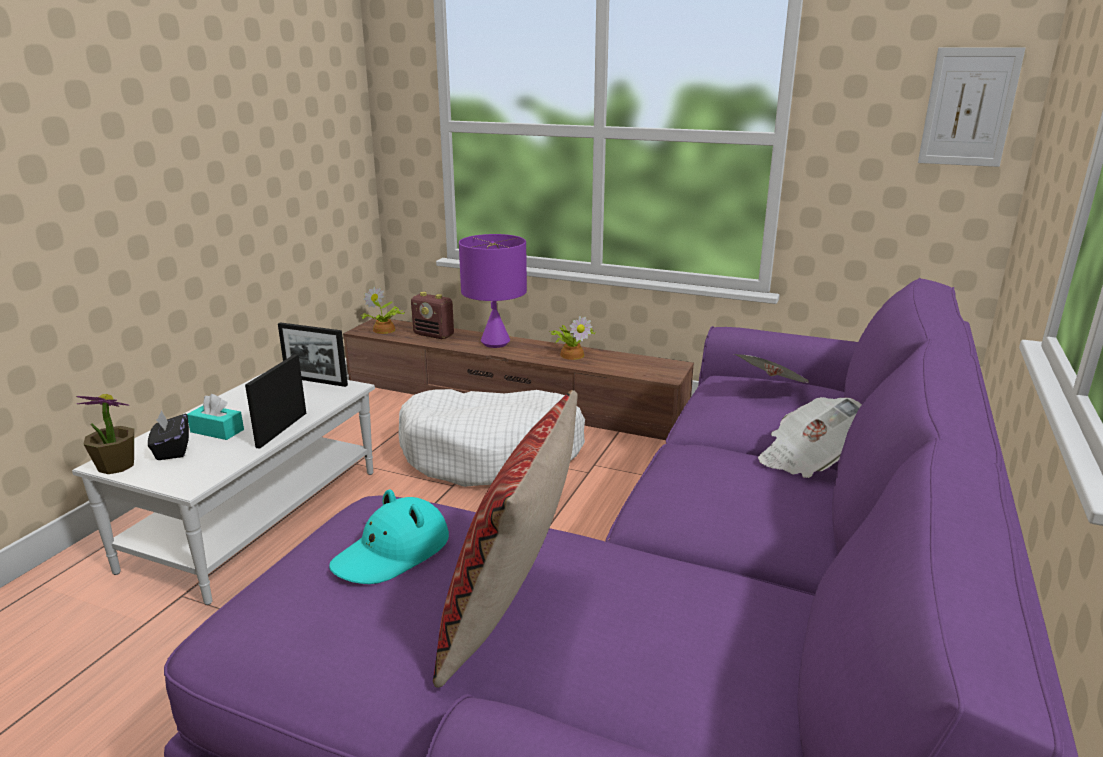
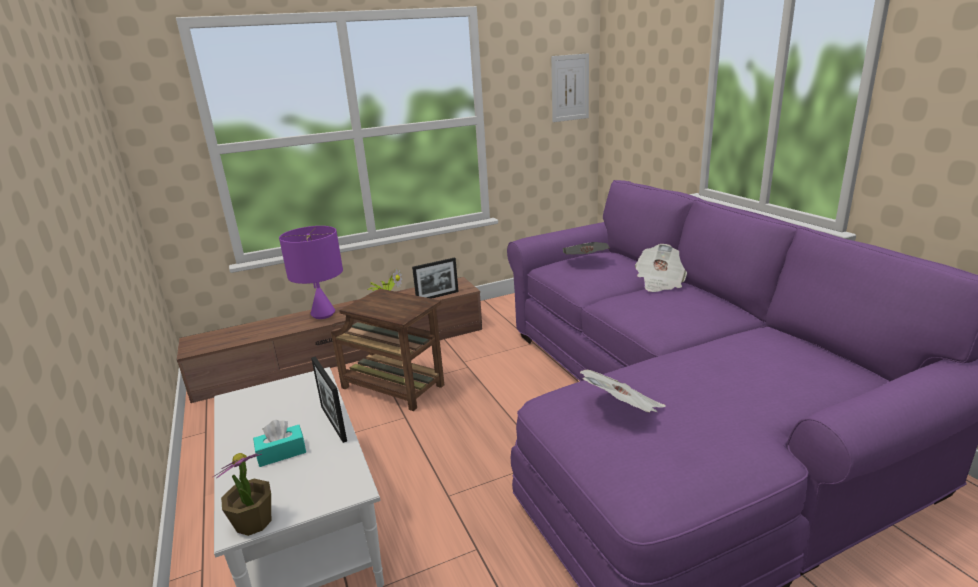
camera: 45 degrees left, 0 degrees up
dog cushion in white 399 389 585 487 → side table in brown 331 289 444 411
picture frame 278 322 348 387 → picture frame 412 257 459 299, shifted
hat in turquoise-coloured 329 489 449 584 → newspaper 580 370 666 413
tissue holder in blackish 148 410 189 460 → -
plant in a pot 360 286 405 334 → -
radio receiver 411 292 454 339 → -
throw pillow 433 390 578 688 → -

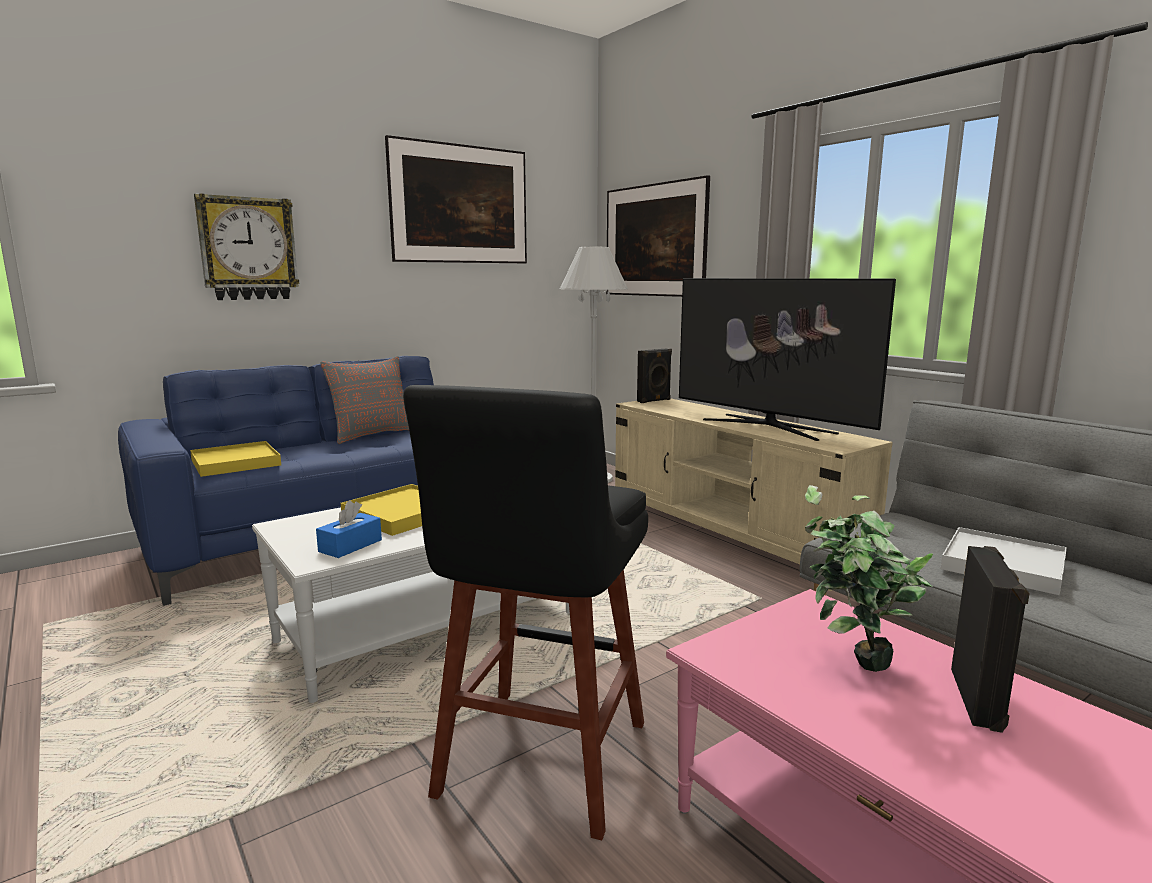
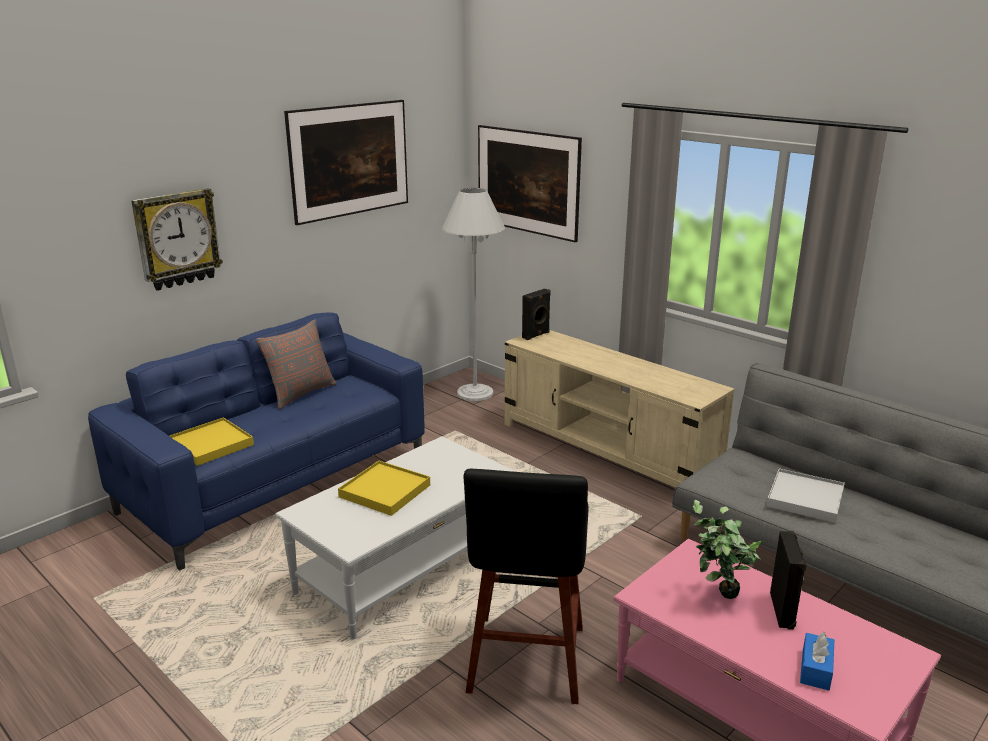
camera: 10 degrees left, 10 degrees up
tissue holder in blue-coloured 316 500 382 558 → tissue holder in blue-coloured 800 632 834 690, shifted
television 679 278 896 441 → -

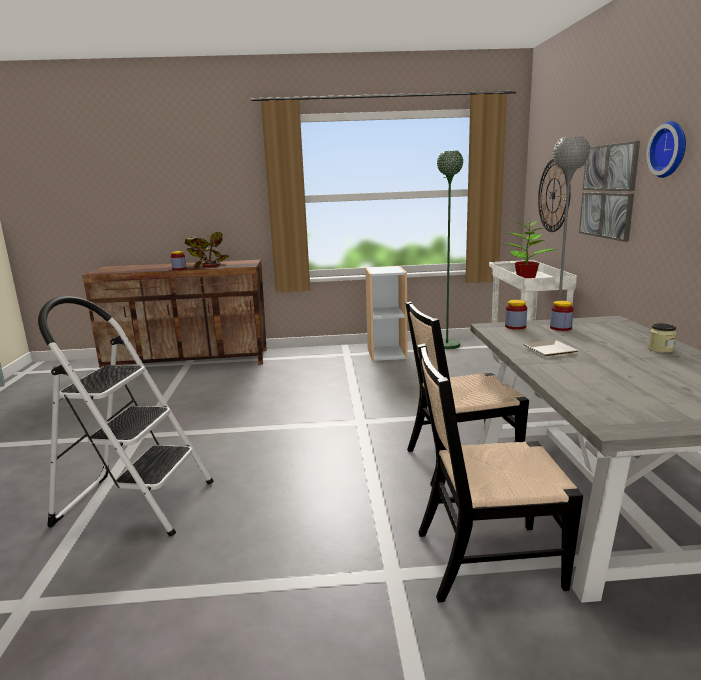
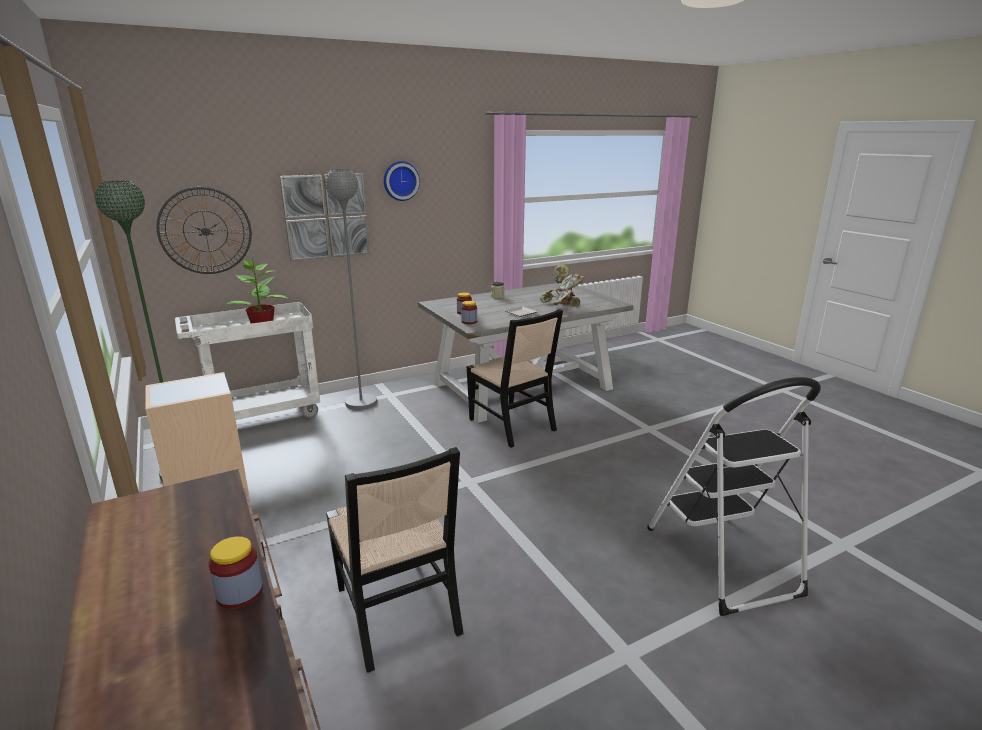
camera: 115 degrees left, 5 degrees up
upright chair 417 343 583 602 → upright chair 326 447 464 673, shifted
plant in a pot 184 232 229 268 → plant in a pot 540 264 585 307, shifted

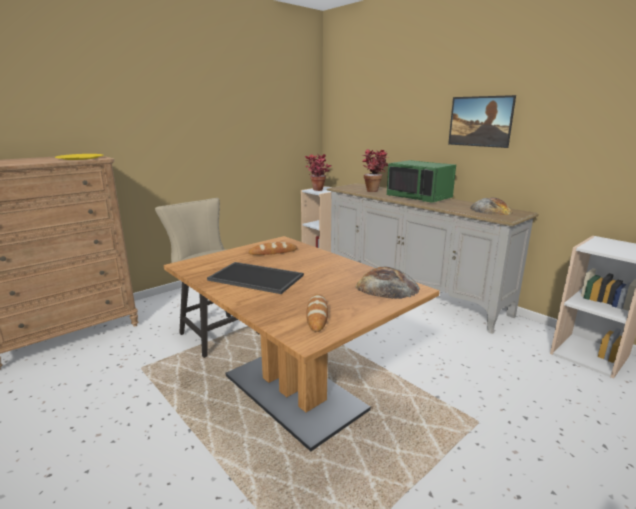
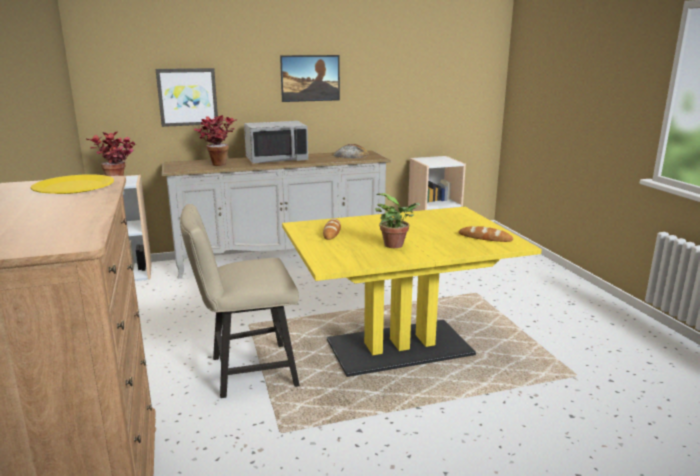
camera: 65 degrees left, 0 degrees up
- → wall art 156 68 218 127
kitchen microwave in greenish 387 160 456 203 → kitchen microwave in greyish 244 121 308 163
dinner table in brown 164 236 440 452 → dinner table in yellow 282 207 542 377
tray 207 262 304 294 → plant in a pot 375 193 420 248
baked bread 356 267 420 299 → -

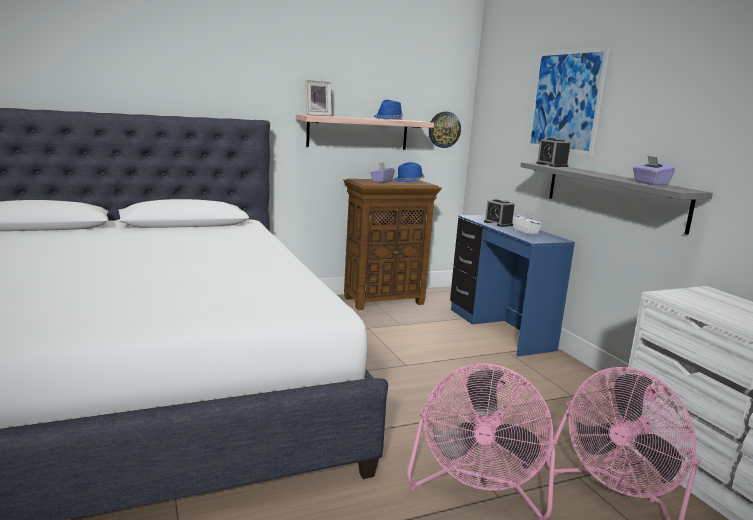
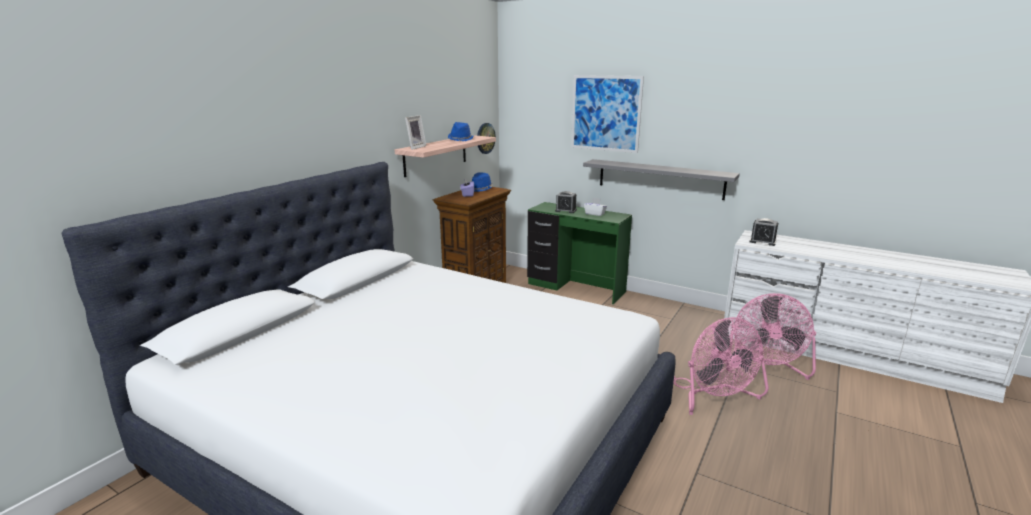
camera: 35 degrees left, 5 degrees up
desk table in blue-coloured 450 215 575 357 → desk table in greenish 527 202 632 304
bedside clock 536 138 571 167 → bedside clock 750 218 778 246, shifted
tissue holder in purple 633 156 675 186 → -

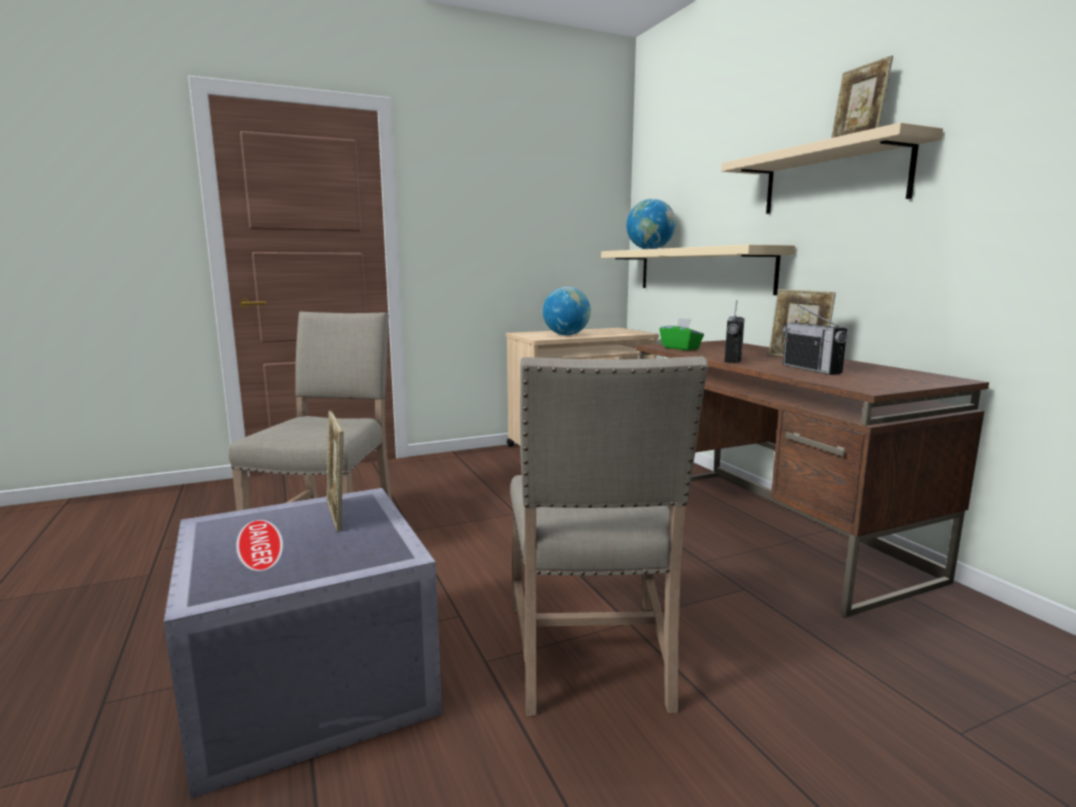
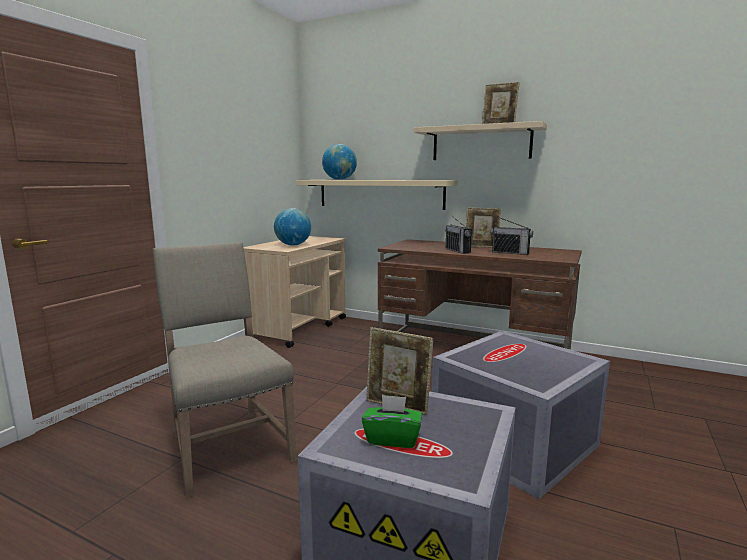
camera: 40 degrees left, 0 degrees up
tissue holder in greenish 660 318 704 350 → tissue holder in greenish 362 395 422 448, shifted
upright chair in sand-coloured 510 356 708 716 → storage container in greyish 432 331 610 499

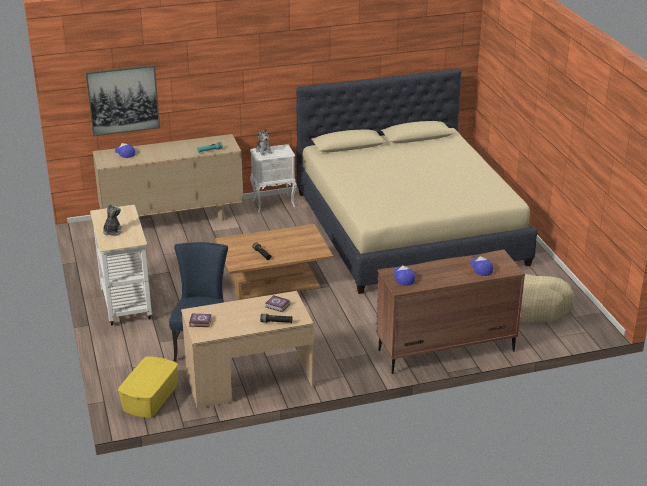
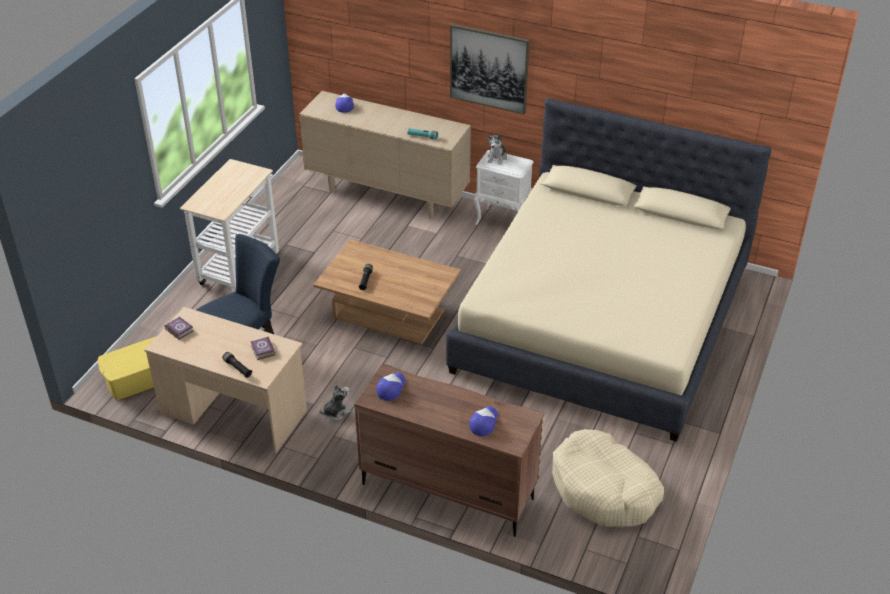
camera: 40 degrees right, 10 degrees up
cuddly toy 103 204 123 236 → cuddly toy 320 384 351 420, shifted
wall art 86 65 160 136 → wall art 450 24 530 114, shifted

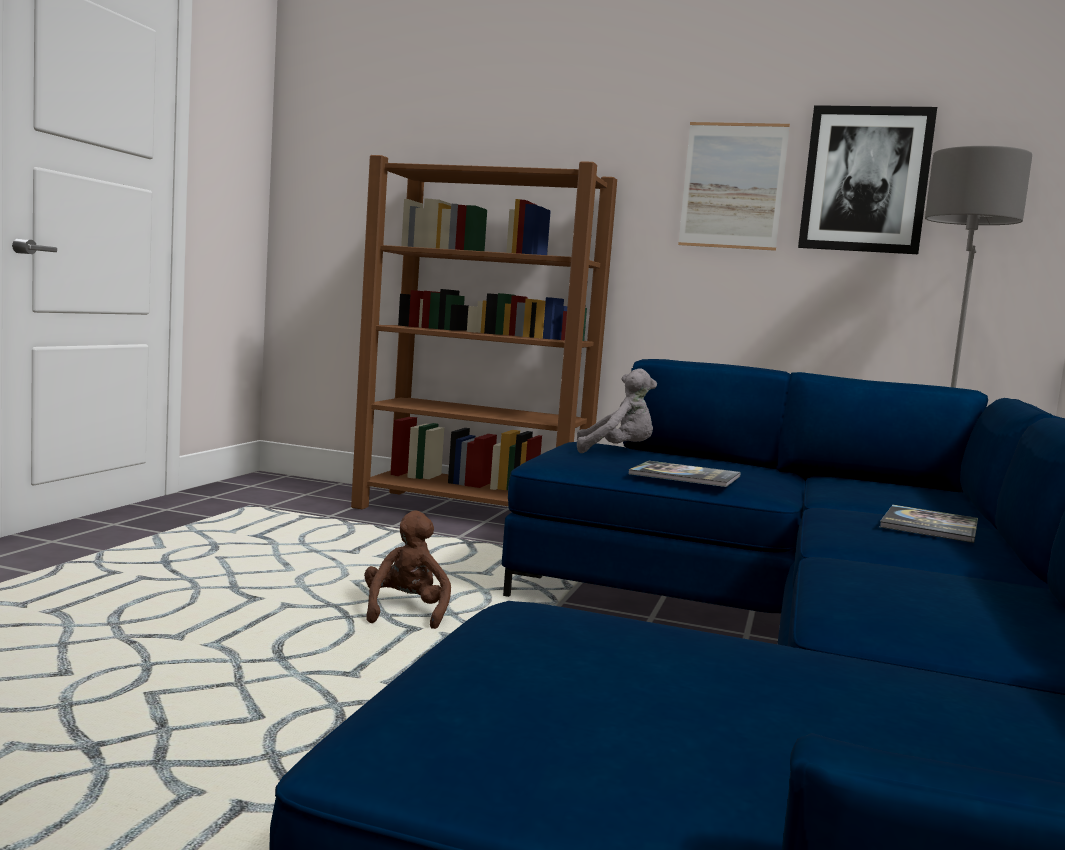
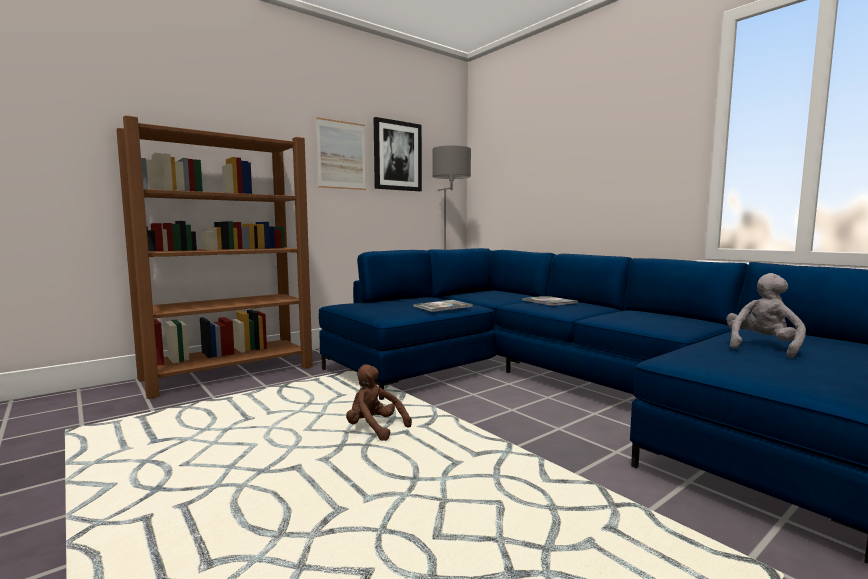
camera: 55 degrees left, 0 degrees up
cuddly toy in greyish 577 368 657 453 → cuddly toy in greyish 726 273 806 359, shifted

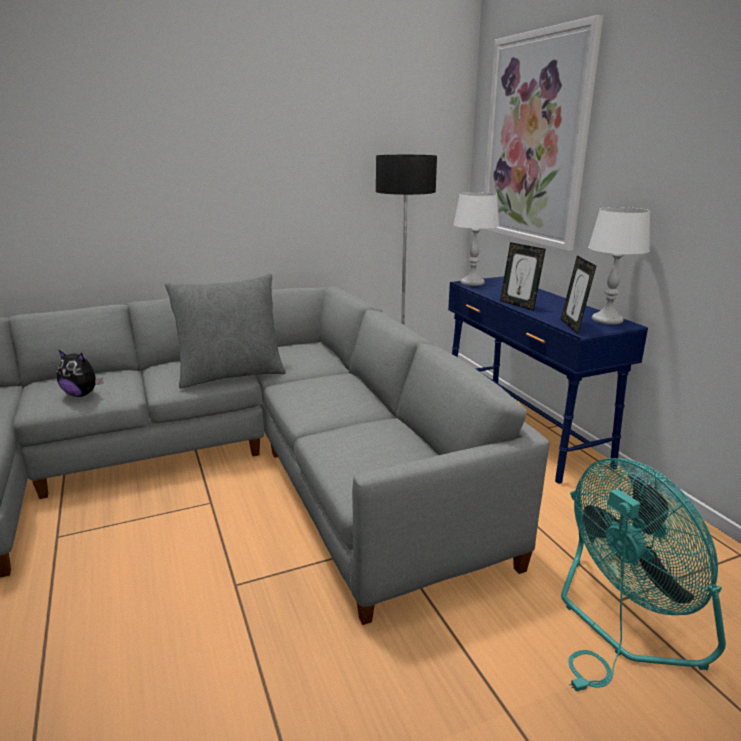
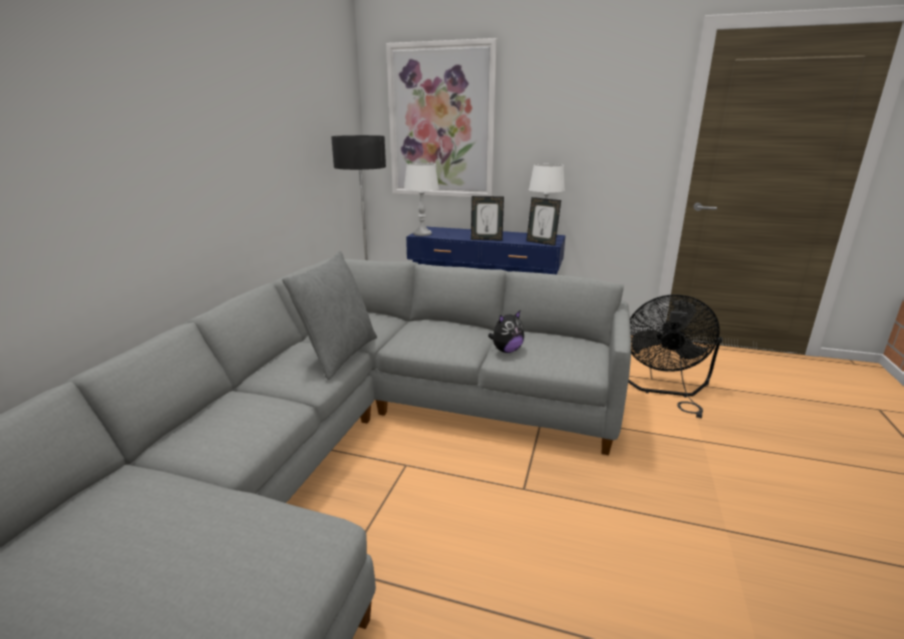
camera: 50 degrees left, 0 degrees up
cuddly toy 57 350 103 397 → cuddly toy 488 311 524 353, shifted
cooling fan in turquoise-coloured 561 458 726 691 → cooling fan in blackish 628 295 723 418

